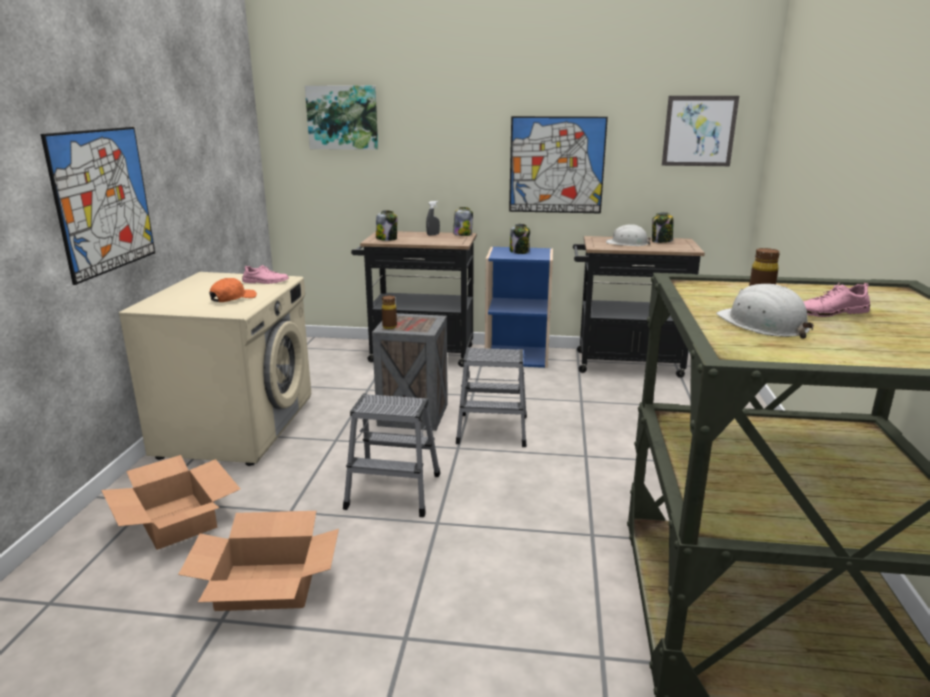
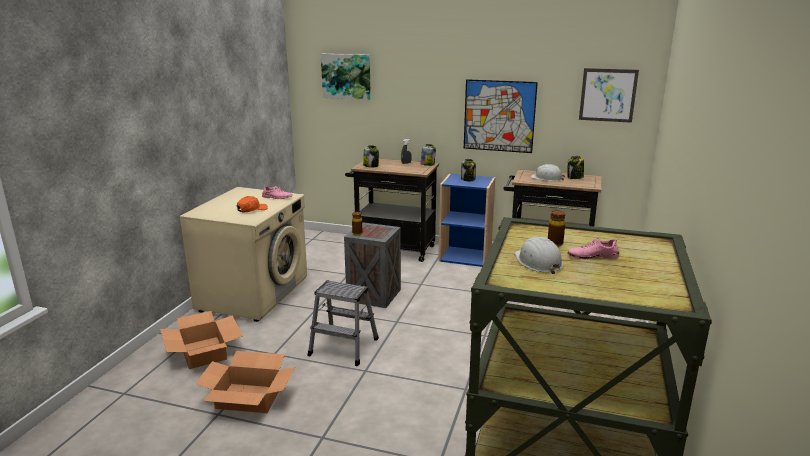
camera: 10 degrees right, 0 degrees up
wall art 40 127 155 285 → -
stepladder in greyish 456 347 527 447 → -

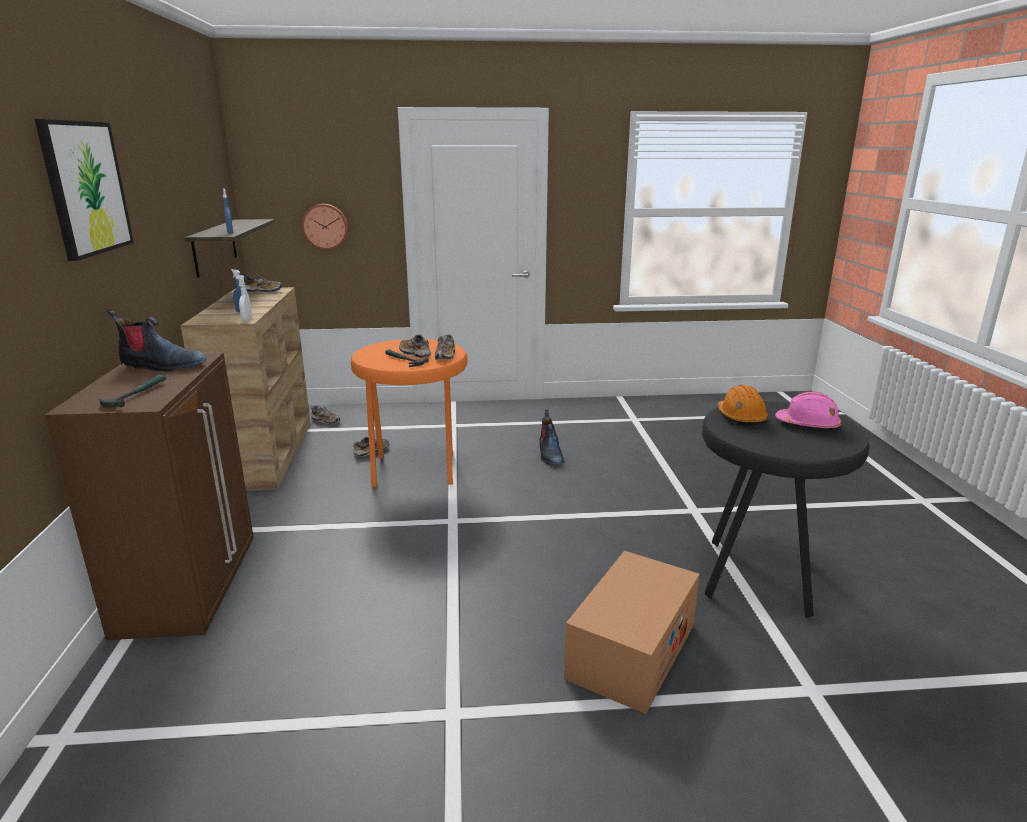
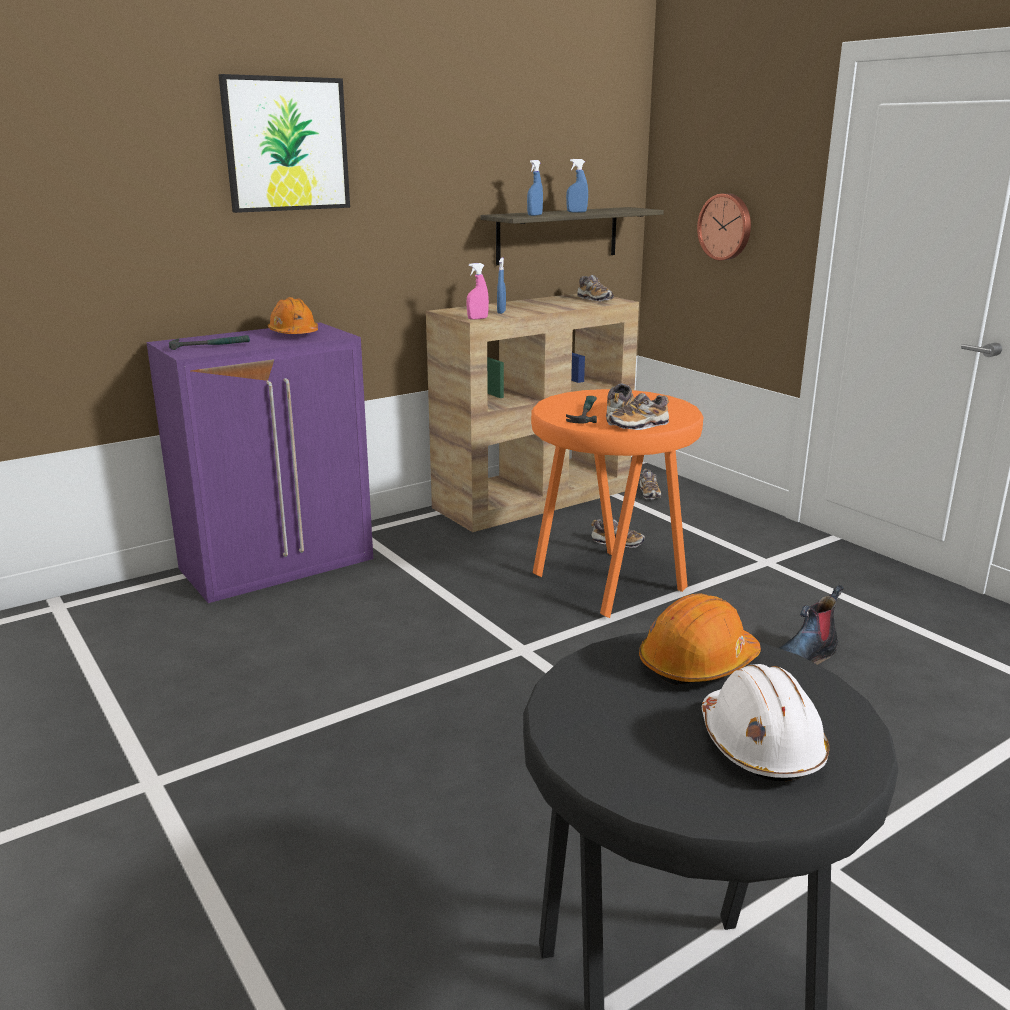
camera: 60 degrees right, 0 degrees up
storage cabinet in brown 45 352 254 640 → storage cabinet in purple 146 322 373 603
high-top boot 107 309 206 372 → work helmet in orange-coloured 268 297 318 334
sprayer in white 237 275 252 322 → sprayer in pinkish 467 263 489 320
- → sprayer in blue-coloured 566 159 588 213
work helmet in pinkish 775 391 842 431 → work helmet in white 702 664 829 781
carton 564 551 700 714 → -

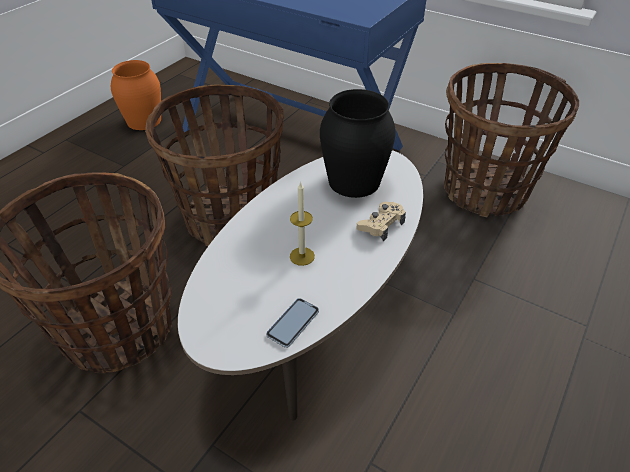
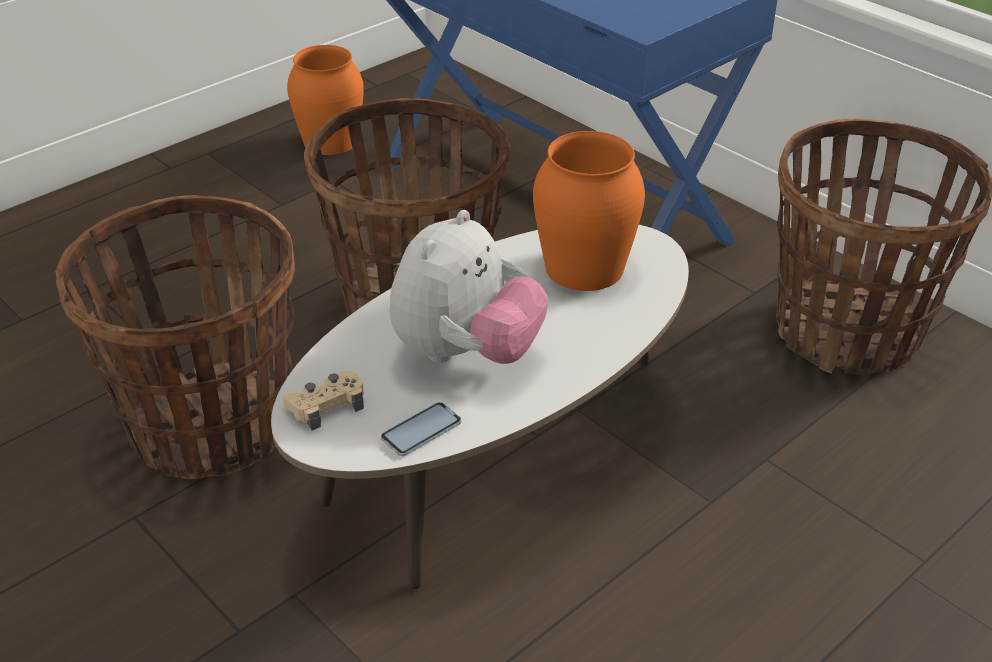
camera: 15 degrees right, 5 degrees down
joypad in sand-coloured 356 202 406 241 → joypad in sand-coloured 283 371 364 430, shifted
wax candle 290 182 315 266 → cuddly toy 390 210 548 364
decorative vase in blackish 320 89 396 198 → decorative vase in orange-coloured 533 131 645 291

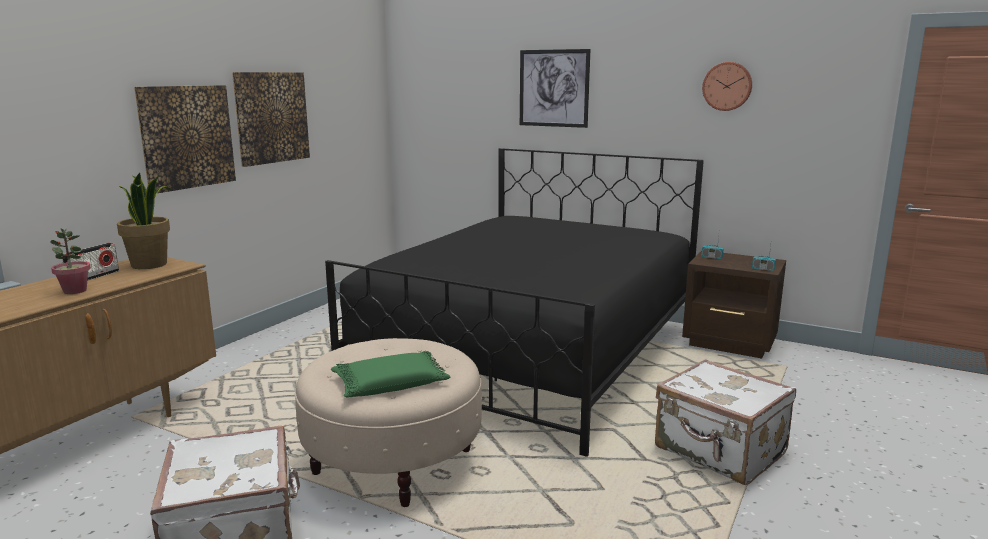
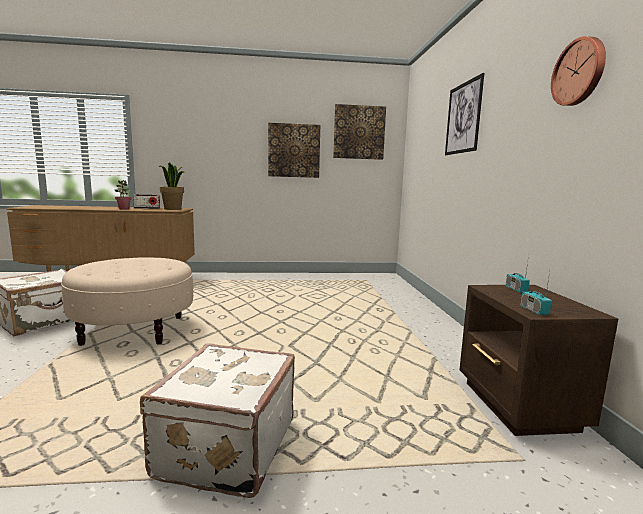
camera: 55 degrees right, 5 degrees down
wall art 134 85 236 193 → wall art 333 104 386 160, shifted
sleeping bed in blackish 325 148 704 457 → -
throw pillow in greenish 331 351 451 397 → -

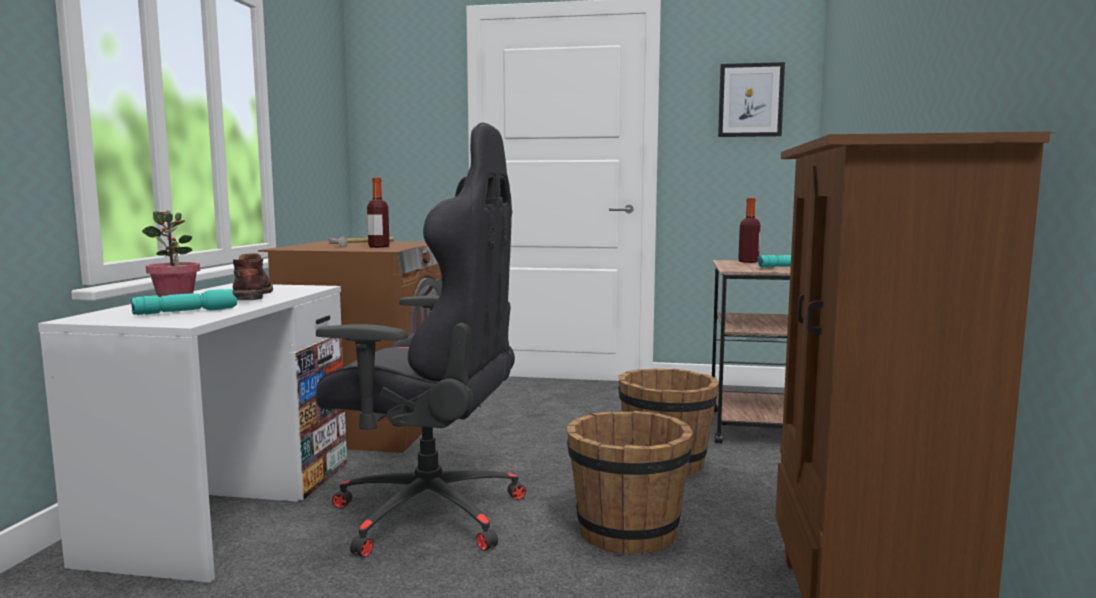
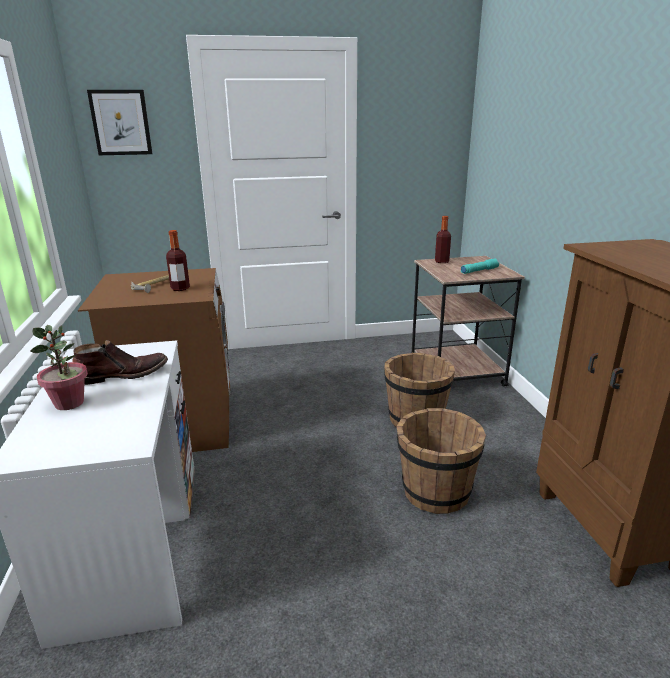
camera: 20 degrees left, 15 degrees up
high-top boot in brown 232 253 273 300 → high-top boot in brown 72 340 168 385, 105 degrees clockwise
wall art 718 62 785 137 → wall art 87 90 152 155, shifted
torch in turquoise-coloured 131 289 237 315 → -
computer chair in blackish 316 123 526 557 → -

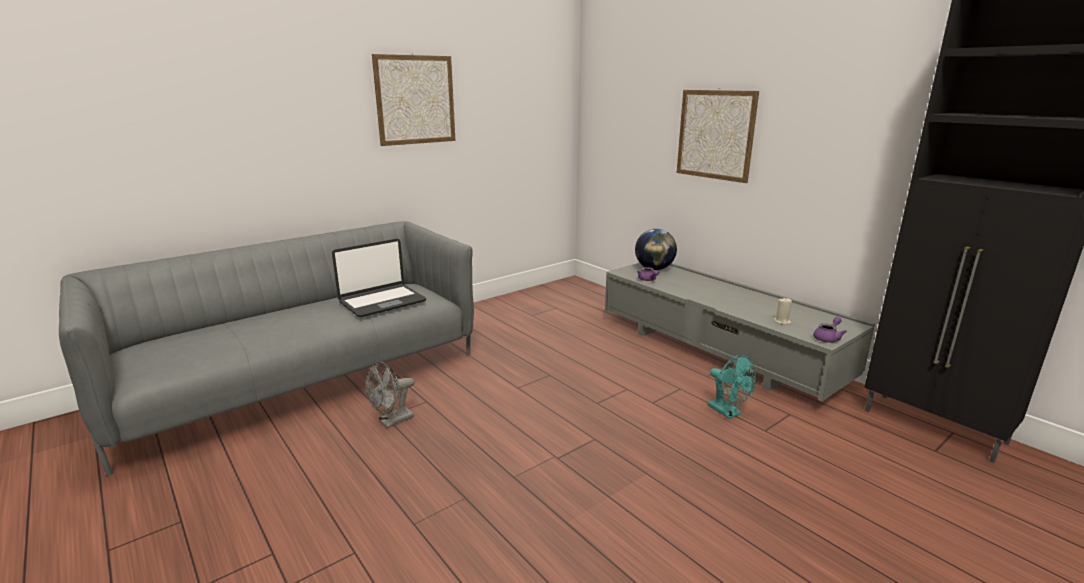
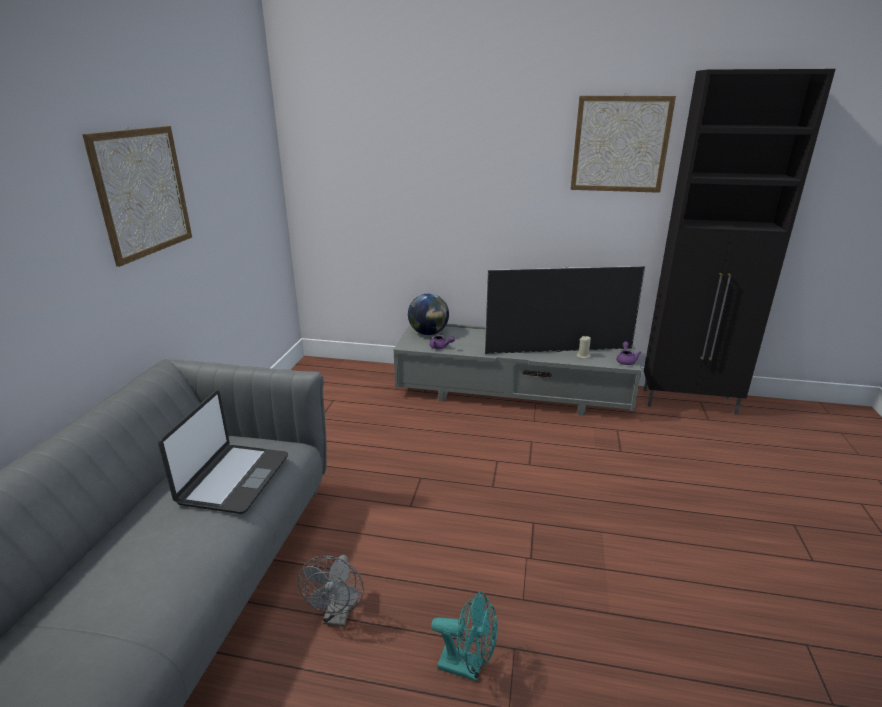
camera: 40 degrees left, 5 degrees up
cooling fan in turquoise-coloured 707 355 757 419 → cooling fan in turquoise-coloured 431 591 497 682, shifted
- → television 484 266 645 354
wall art 677 89 759 183 → wall art 570 93 676 193, shifted

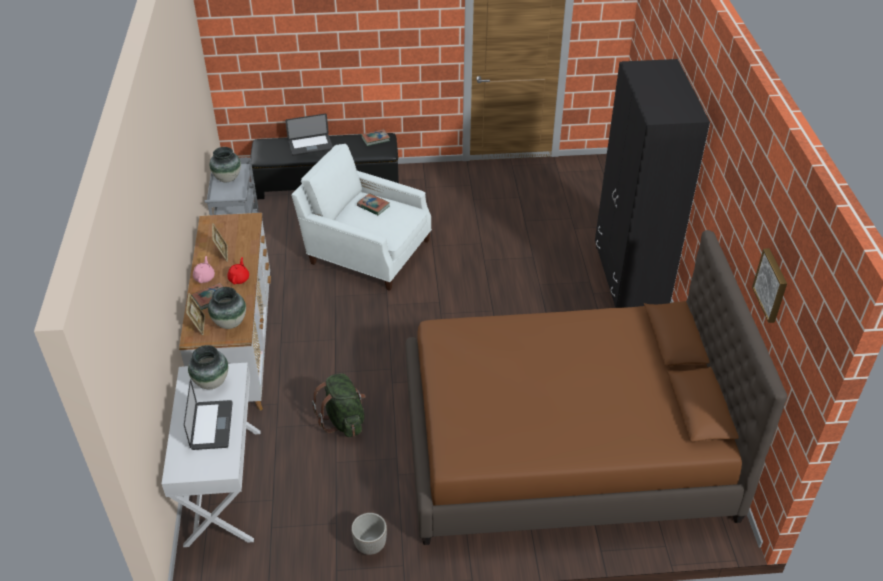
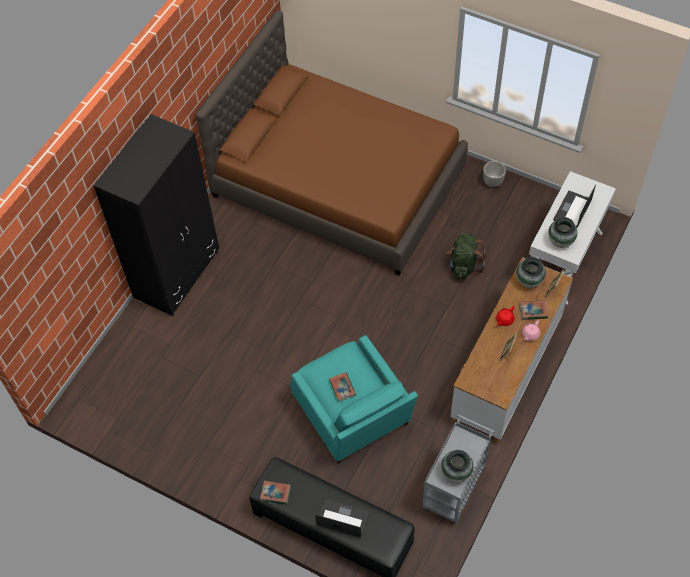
camera: 145 degrees left, 15 degrees up
armchair in white 291 144 432 291 → armchair in turquoise-coloured 290 335 418 464
wall art 752 248 787 323 → -

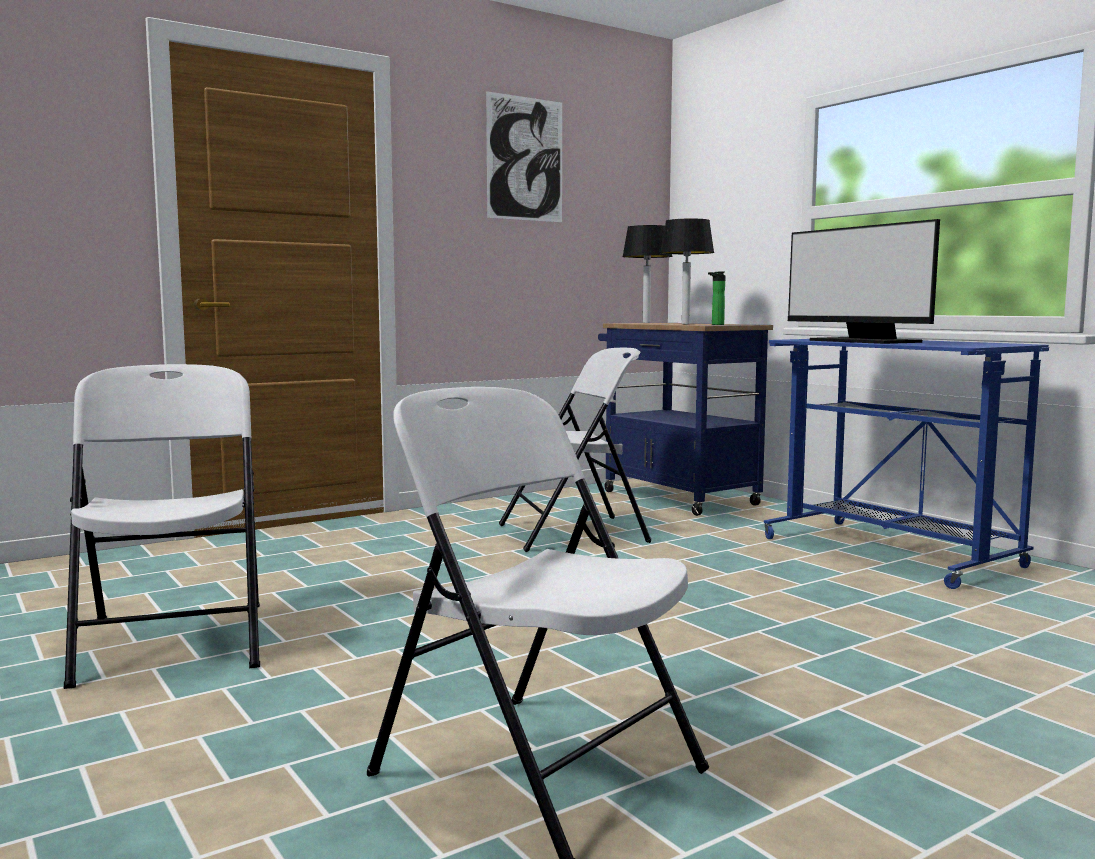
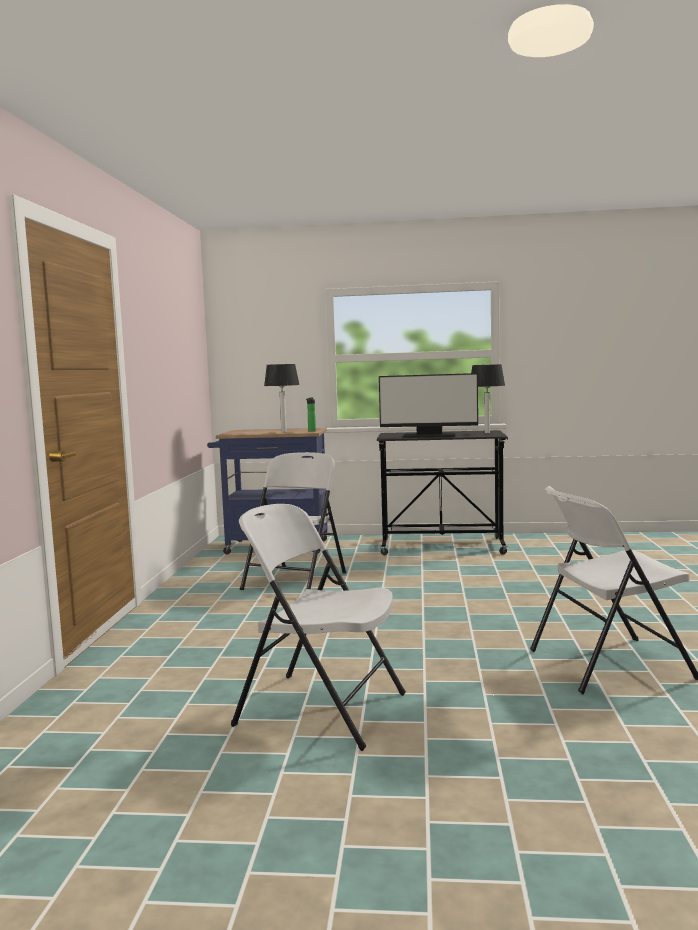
camera: 50 degrees left, 0 degrees up
desk table in blue-coloured 764 339 1049 589 → desk table in blackish 377 430 508 555
lamp for a table 622 225 673 323 → lamp for a table 471 364 505 433, shifted
wall art 486 91 562 222 → -

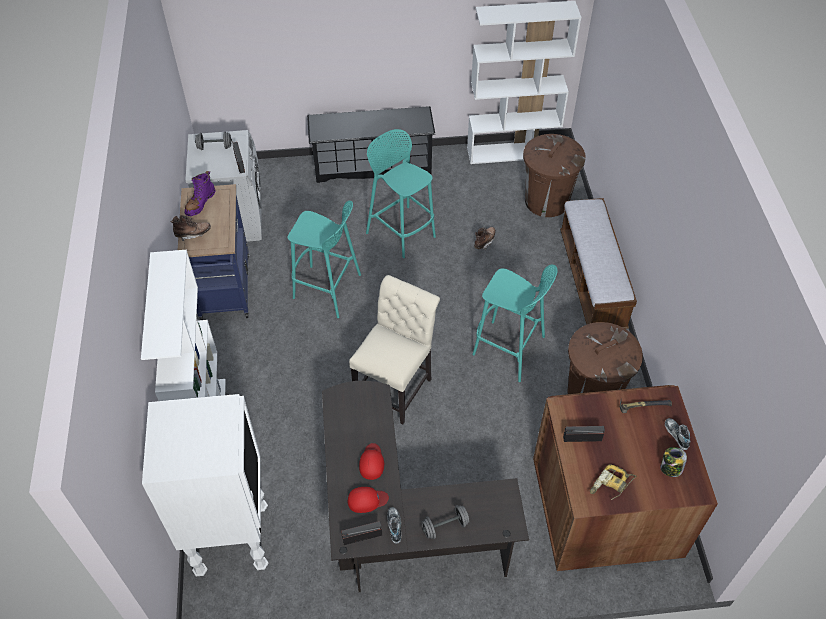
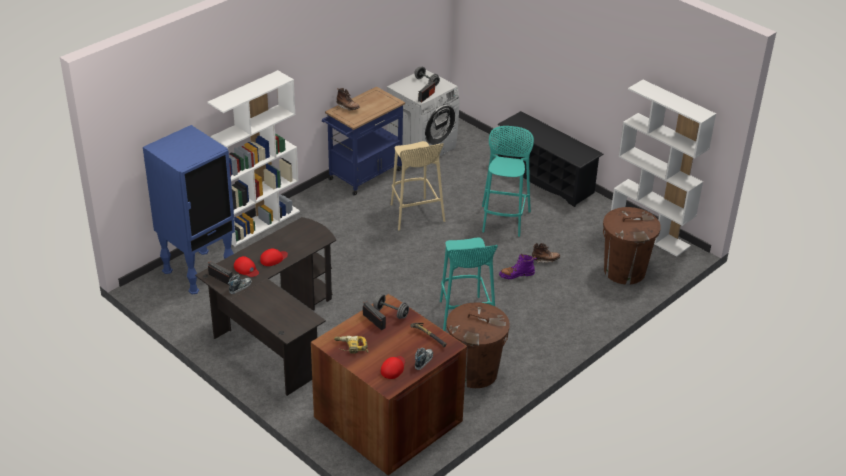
camera: 50 degrees right, 15 degrees down
storage cabinet in white 142 394 269 577 → storage cabinet in blue-coloured 143 125 235 294
dumbbell in greyish 422 505 470 539 → dumbbell in greyish 373 294 409 319, shifted
storage jar 660 447 687 477 → peaked cap in red-coloured 381 356 405 379
stool seat in turquoise-coloured 287 201 361 318 → stool seat in sand-coloured 391 141 445 230
high-top boot in purple 185 171 216 216 → high-top boot in purple 499 253 537 279, shifted
upright chair in sand-coloured 349 275 440 425 → -
bench 560 198 637 329 → -

